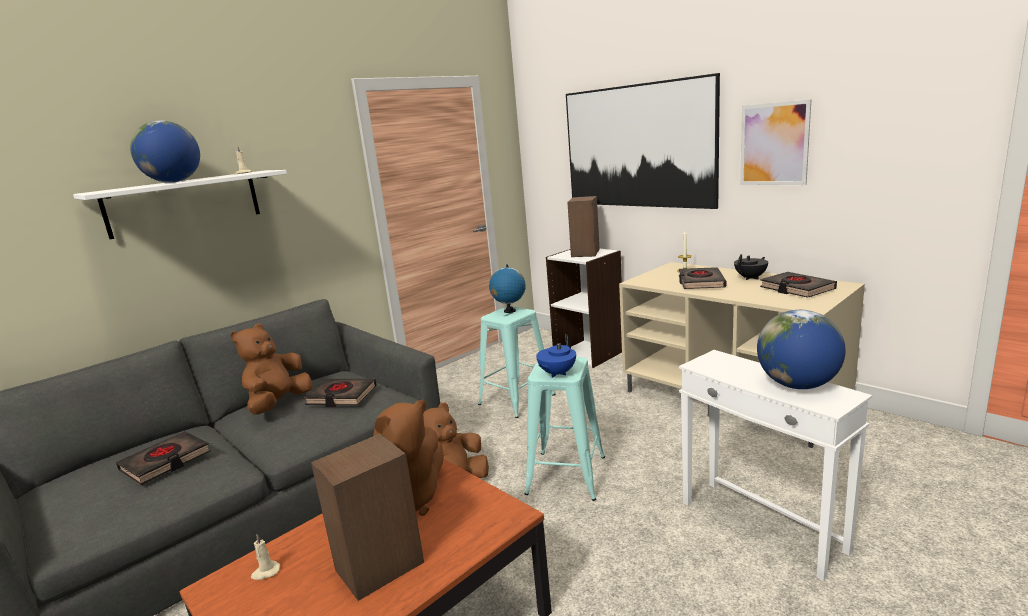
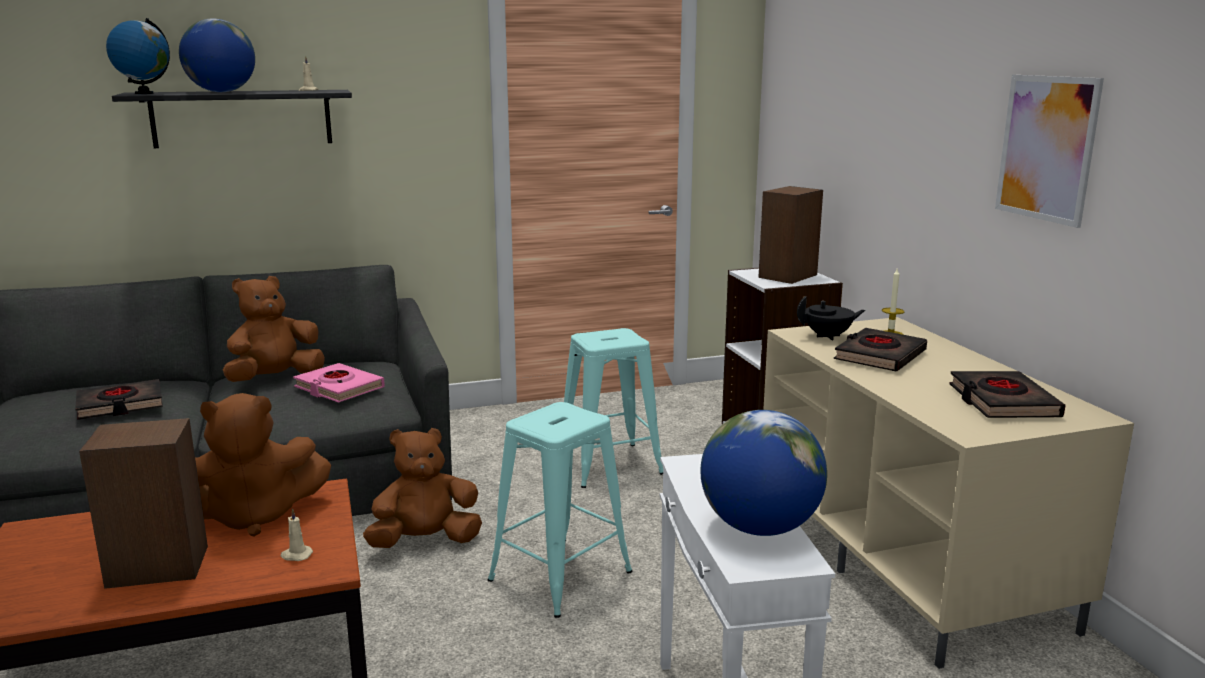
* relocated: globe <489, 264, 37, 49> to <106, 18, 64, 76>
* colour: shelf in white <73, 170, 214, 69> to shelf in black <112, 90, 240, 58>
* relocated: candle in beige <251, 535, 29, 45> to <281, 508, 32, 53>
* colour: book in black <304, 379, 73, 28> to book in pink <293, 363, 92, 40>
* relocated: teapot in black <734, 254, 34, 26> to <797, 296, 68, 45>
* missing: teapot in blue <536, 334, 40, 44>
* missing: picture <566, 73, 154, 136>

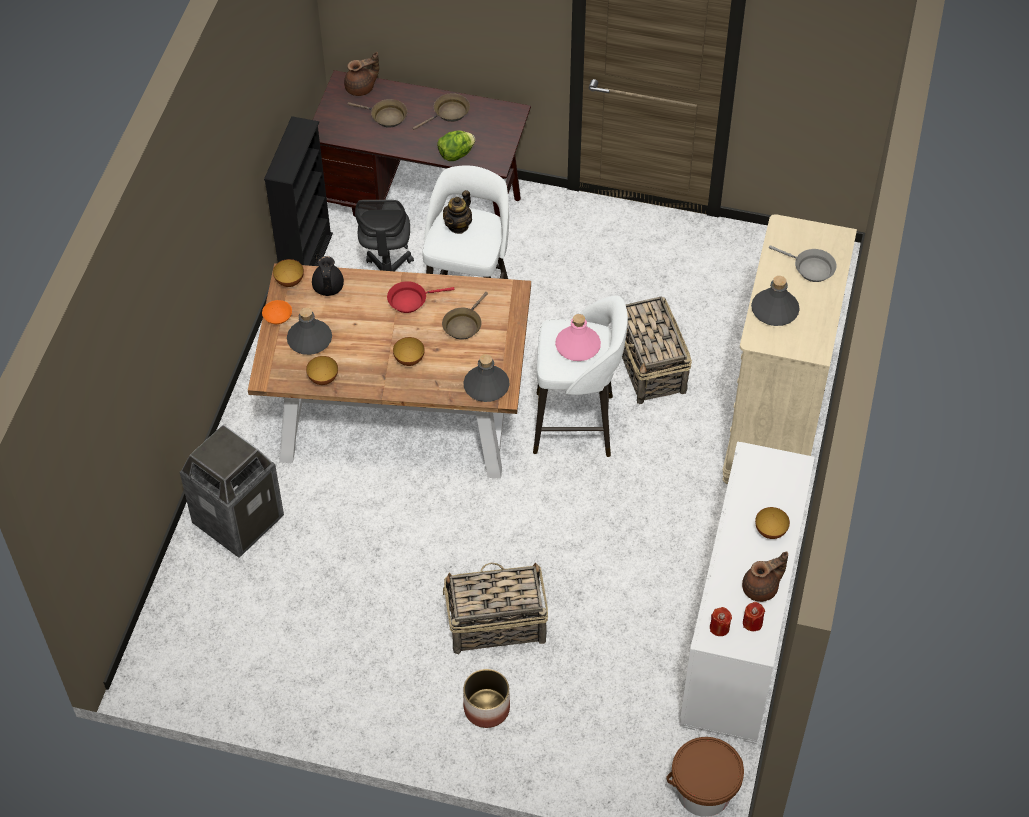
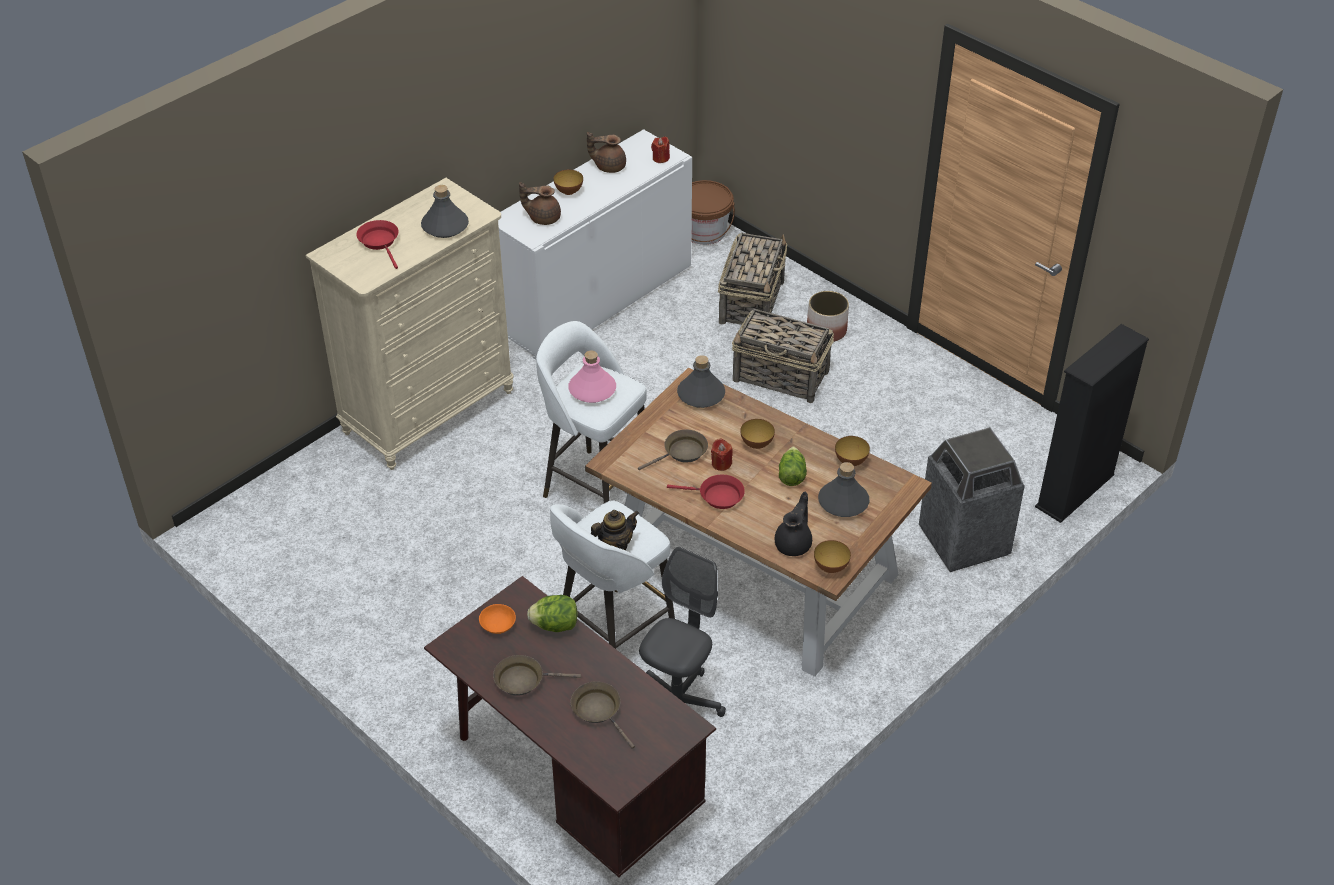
* colour: frying pan in grey <769, 245, 68, 37> to frying pan in red <356, 220, 42, 49>
* relocated: bowl in orange <262, 300, 30, 24> to <479, 604, 37, 30>
* relocated: teapot in brown <344, 52, 35, 44> to <519, 182, 42, 43>
* relocated: candle in red <743, 602, 22, 29> to <711, 439, 22, 32>
* relocated: basket <622, 296, 70, 108> to <718, 233, 69, 92>
* appeared: lettuce <779, 447, 28, 39>
* relocated: bookcase in black <264, 116, 69, 150> to <1035, 324, 114, 199>

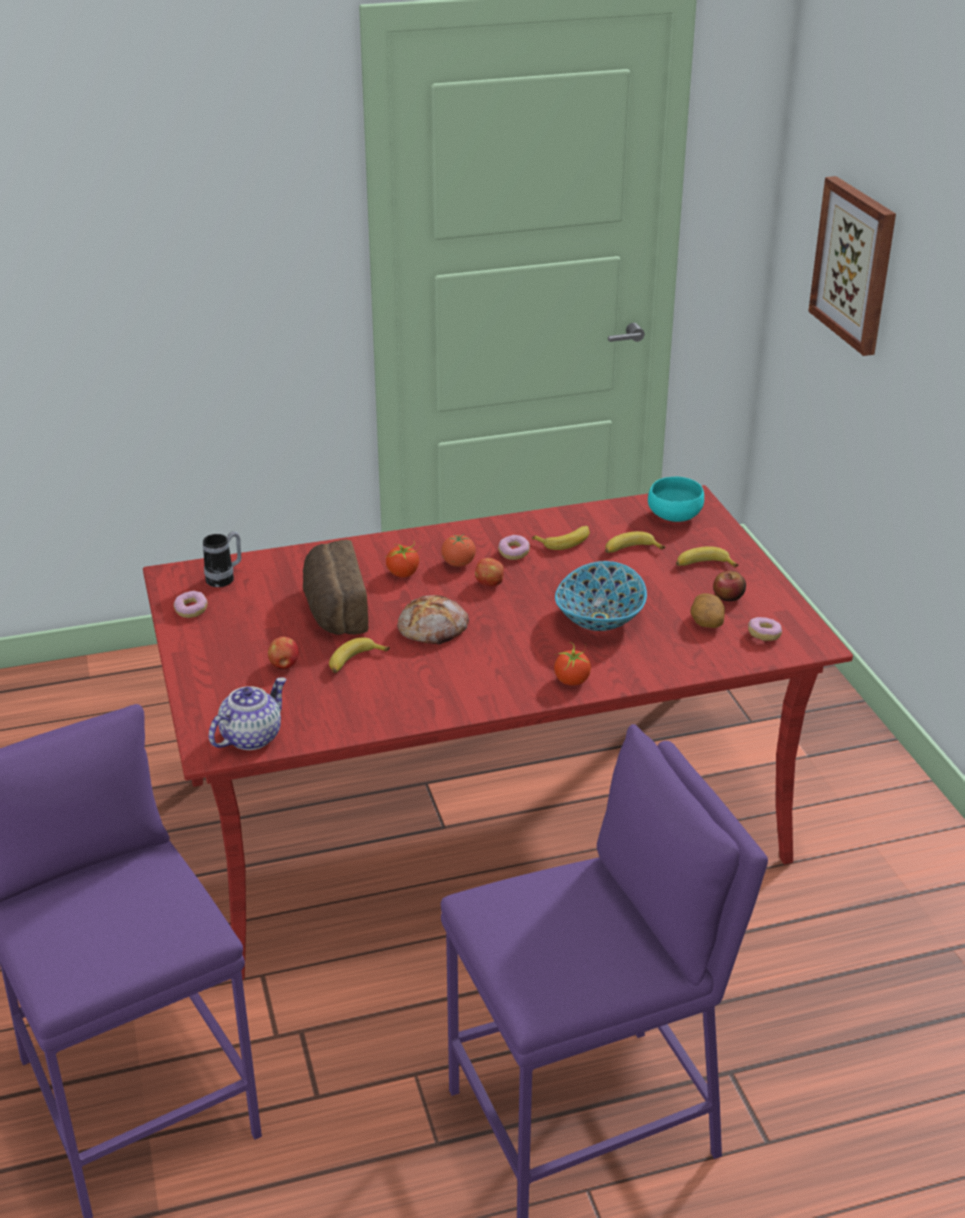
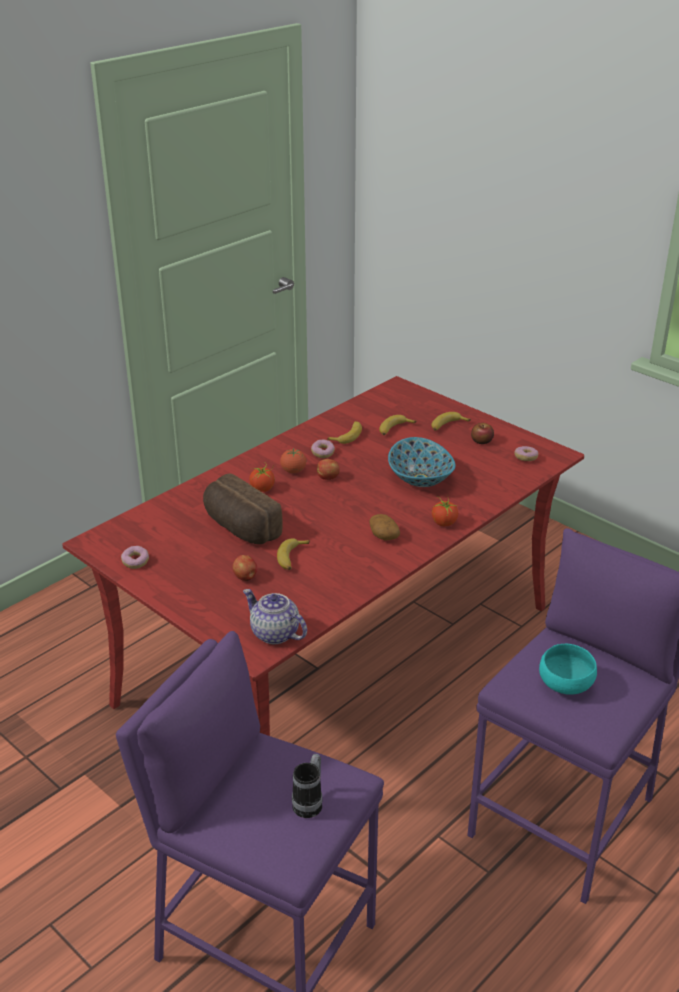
* spun: teapot <209, 677, 78, 73> = <243, 589, 64, 55> 60 degrees counterclockwise
* relocated: mug <203, 531, 38, 56> to <292, 754, 31, 64>
* relocated: potato <690, 593, 35, 35> to <370, 514, 30, 27>
* relocated: bowl in turquoise <648, 476, 56, 46> to <539, 644, 58, 51>
* missing: bread <397, 595, 72, 49>
* missing: picture <808, 176, 88, 180>

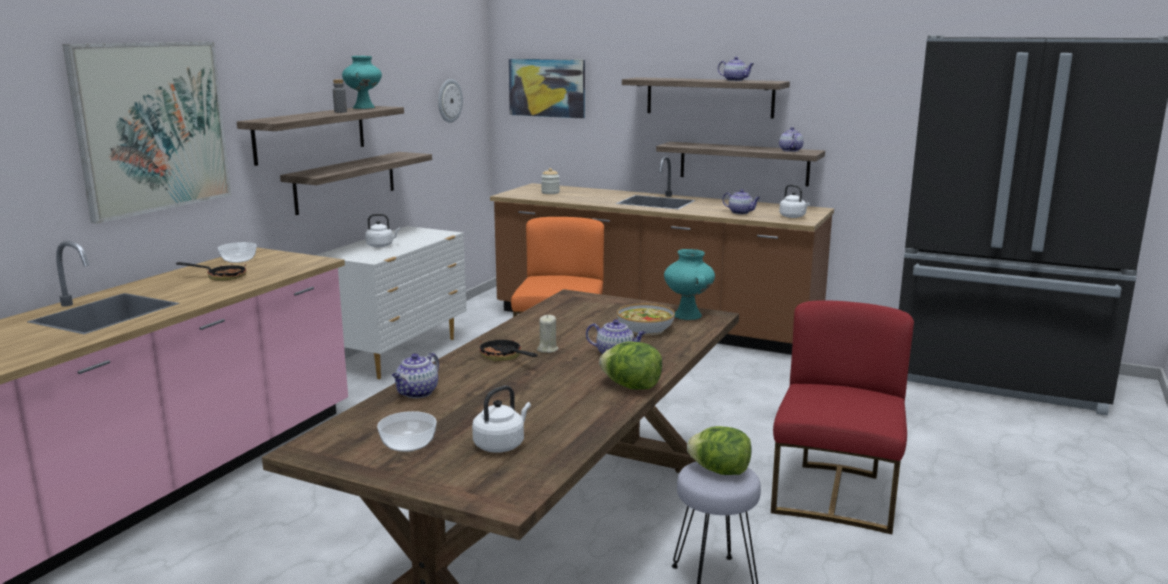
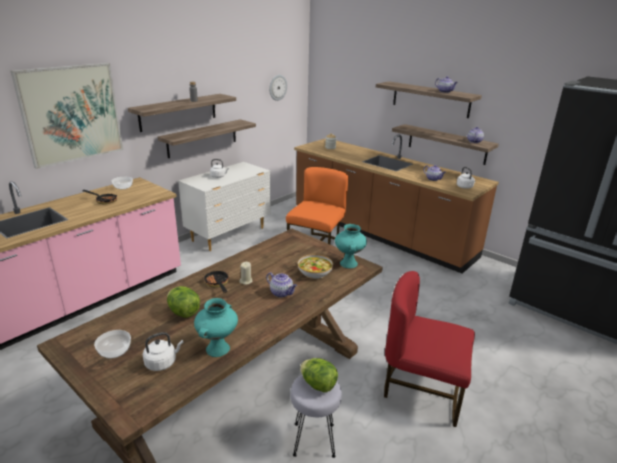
* relocated: lettuce <599, 342, 63, 48> to <167, 286, 33, 32>
* relocated: vase in turquoise <342, 56, 40, 53> to <194, 298, 44, 59>
* spun: chair in red <771, 300, 143, 234> = <384, 271, 91, 156> 105 degrees counterclockwise
* missing: teapot <392, 353, 47, 45>
* missing: picture <508, 59, 77, 59>

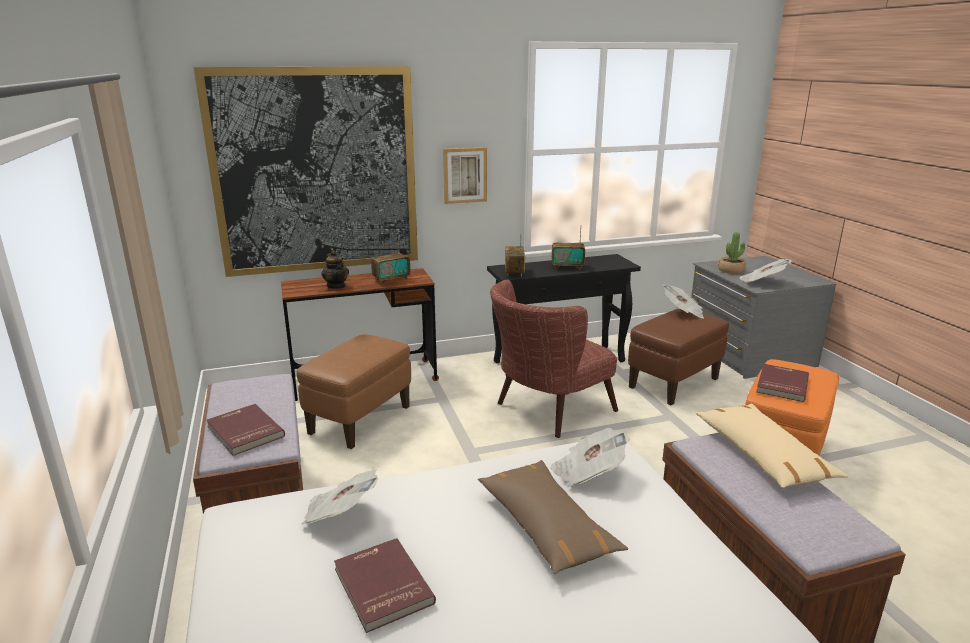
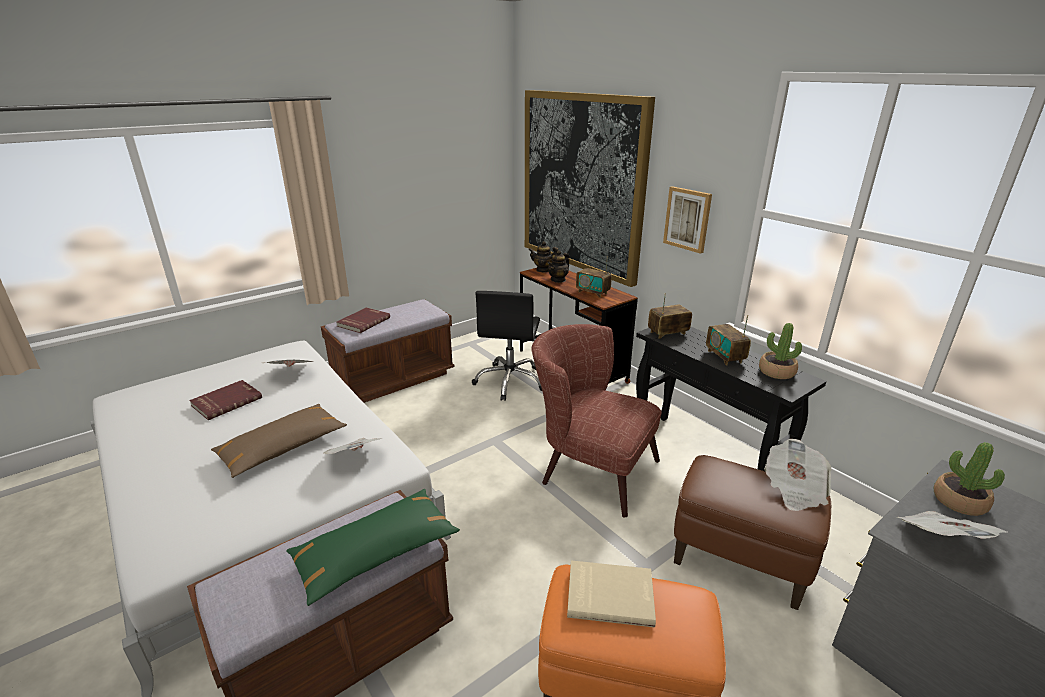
* colour: pillow in beige <696, 403, 152, 85> to pillow in green <286, 489, 174, 117>
* exchanged: ottoman in brown <297, 334, 114, 115> to office chair in black <472, 291, 70, 110>
* appeared: teapot <528, 241, 30, 31>
* colour: book in red <756, 364, 53, 38> to book in beige <567, 560, 89, 68>
* appeared: potted plant <759, 323, 43, 56>

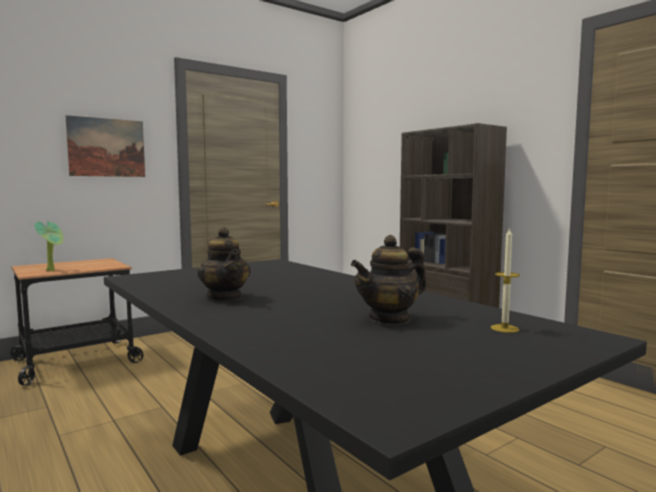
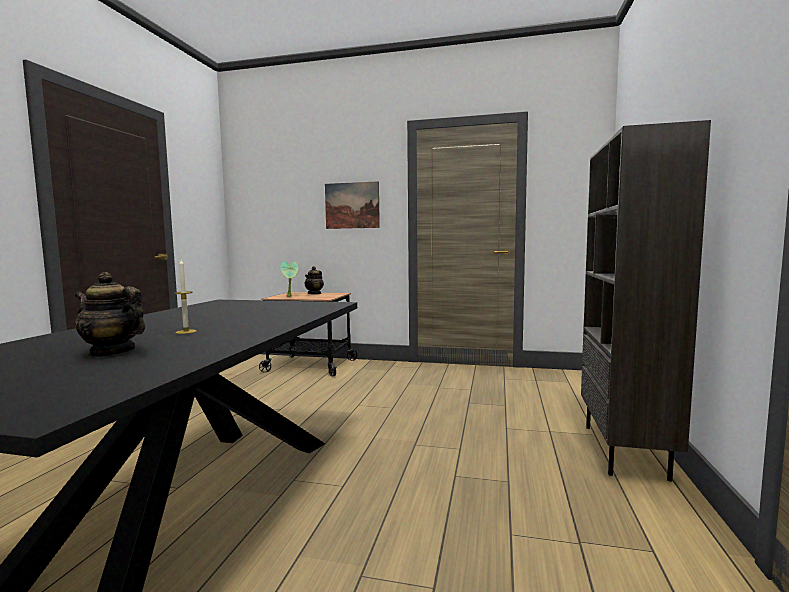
* relocated: candle <491, 227, 29, 106> to <174, 259, 23, 75>
* relocated: teapot <197, 227, 53, 73> to <304, 266, 20, 29>

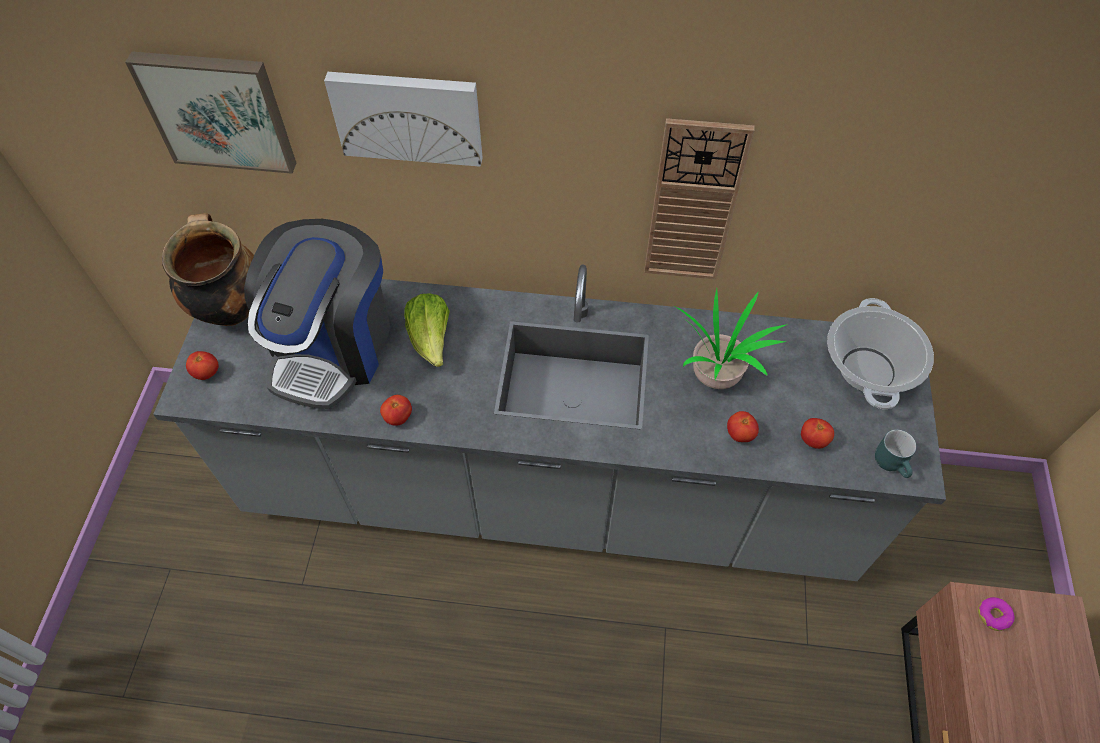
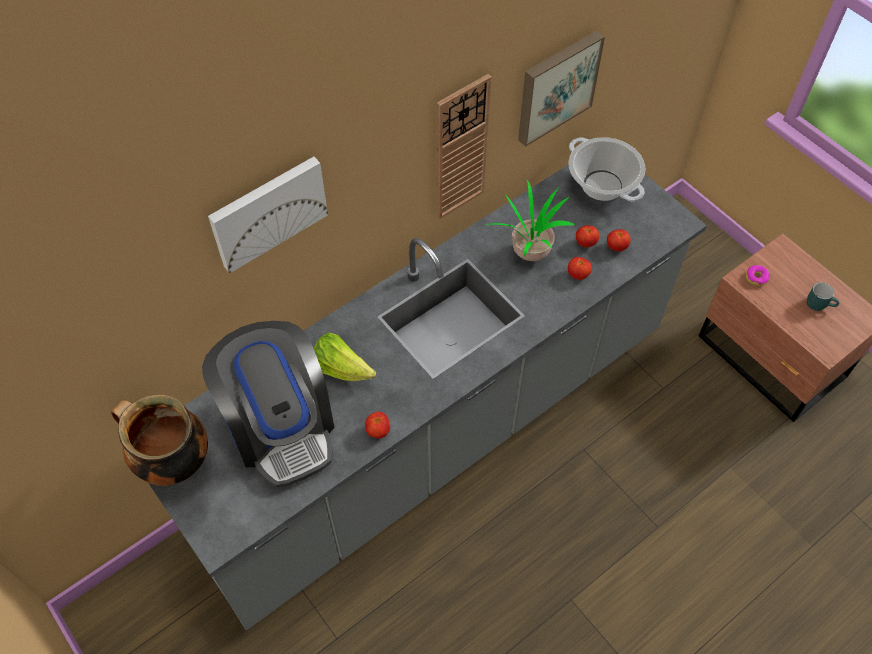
* relocated: picture <125, 51, 171, 123> to <518, 31, 87, 116>
* relocated: tomato <186, 351, 33, 29> to <576, 225, 23, 22>
* relocated: mug in turquoise <875, 429, 42, 49> to <807, 282, 33, 29>

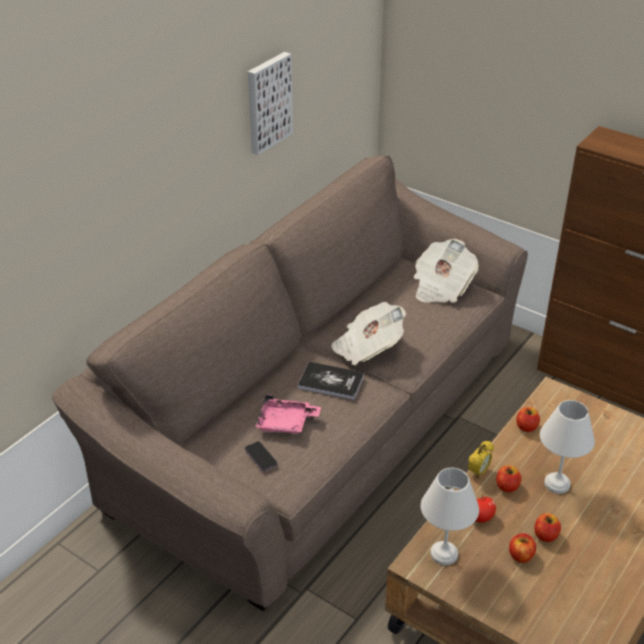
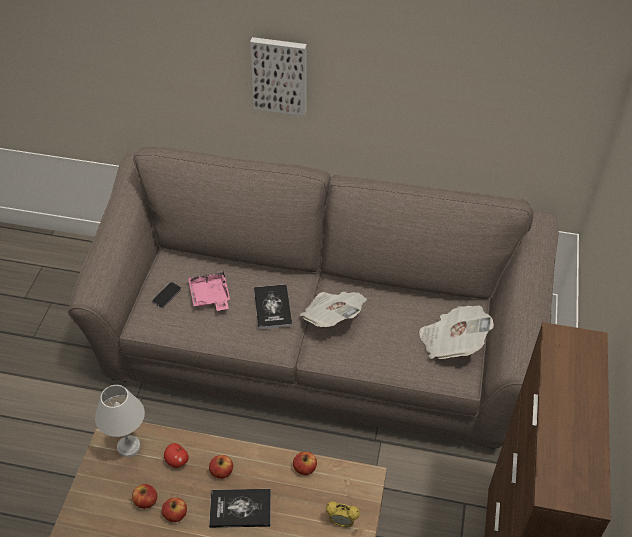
* exchanged: table lamp in white <540, 400, 55, 94> to book <209, 489, 62, 39>
* relocated: picture <248, 52, 45, 103> to <250, 37, 57, 79>
* relocated: alarm clock <468, 441, 26, 37> to <326, 501, 34, 26>

